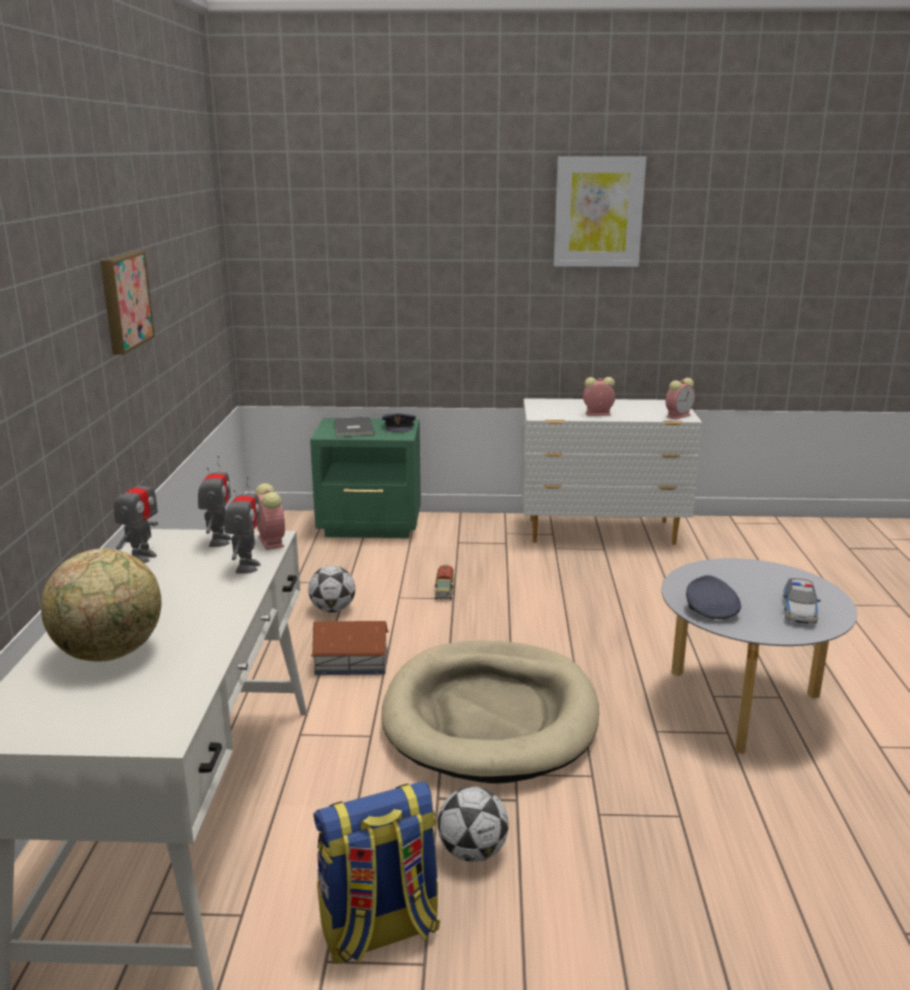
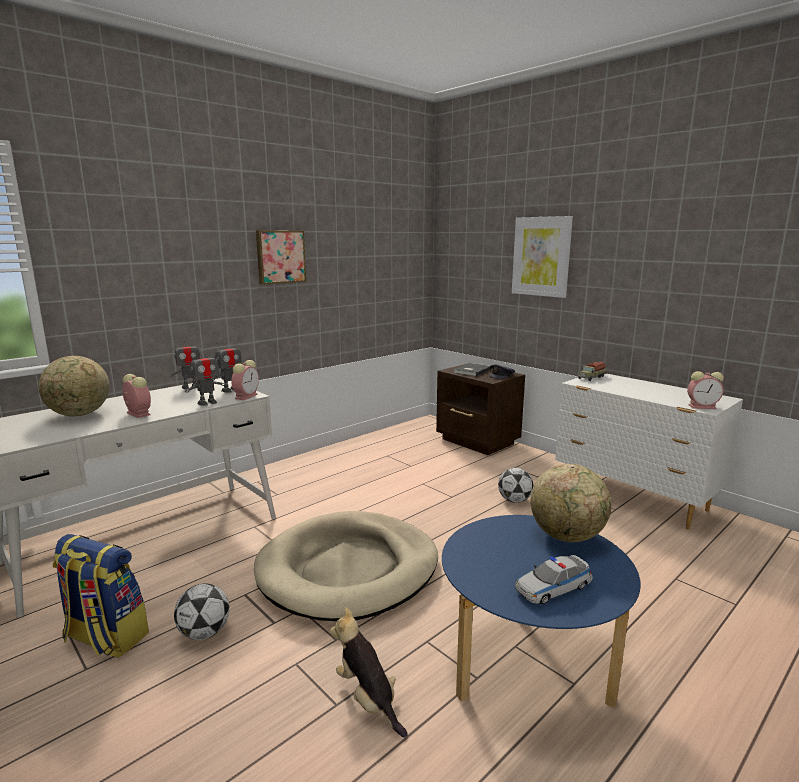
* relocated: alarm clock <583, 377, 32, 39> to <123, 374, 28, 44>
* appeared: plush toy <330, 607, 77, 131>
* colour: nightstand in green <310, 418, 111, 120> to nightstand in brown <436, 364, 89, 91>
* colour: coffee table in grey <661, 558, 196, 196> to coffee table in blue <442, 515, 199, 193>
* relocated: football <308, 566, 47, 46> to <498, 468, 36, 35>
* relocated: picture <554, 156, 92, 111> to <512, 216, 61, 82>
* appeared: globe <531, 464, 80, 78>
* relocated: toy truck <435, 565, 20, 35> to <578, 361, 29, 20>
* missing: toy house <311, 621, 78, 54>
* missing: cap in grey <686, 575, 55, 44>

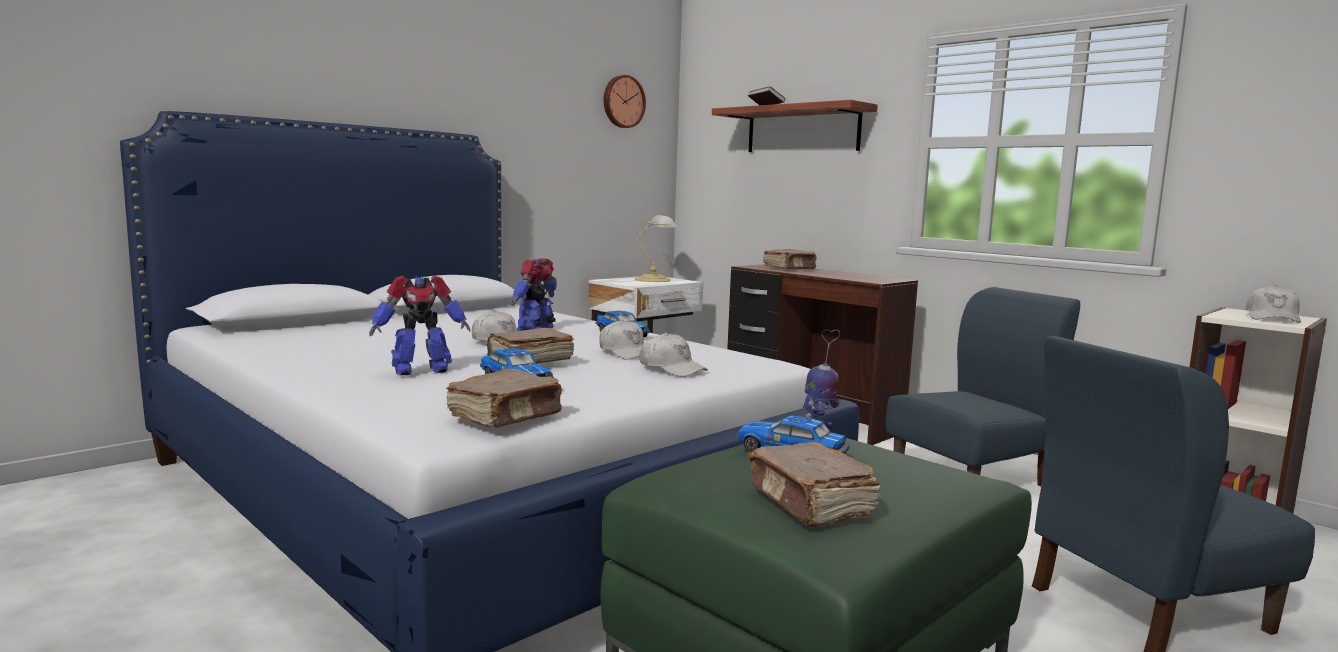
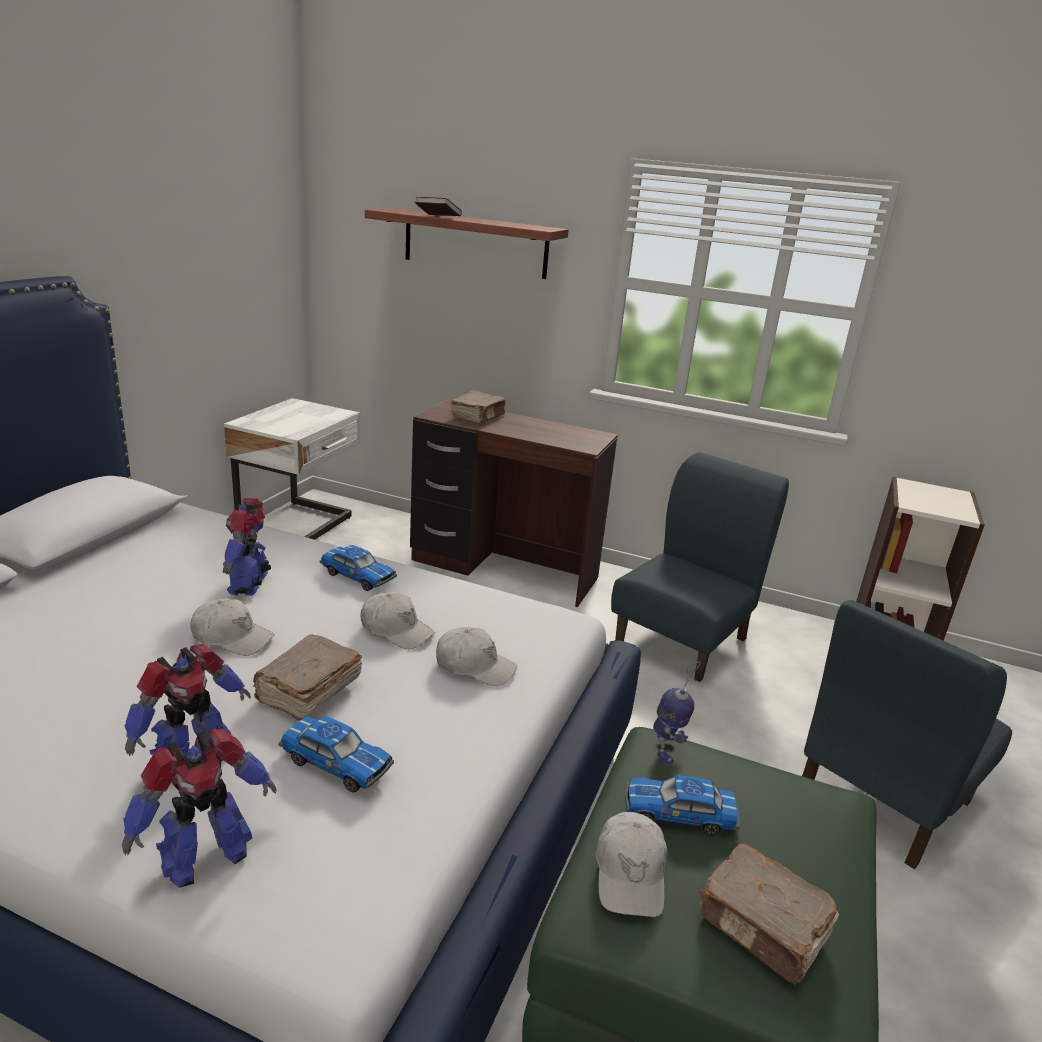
* appeared: toy robot <122, 728, 155, 160>
* relocated: cap in white <1245, 285, 56, 38> to <595, 812, 73, 105>
* missing: book in brown <446, 369, 116, 59>
* missing: wall clock <604, 75, 42, 53>
* missing: table lamp <635, 215, 42, 67>

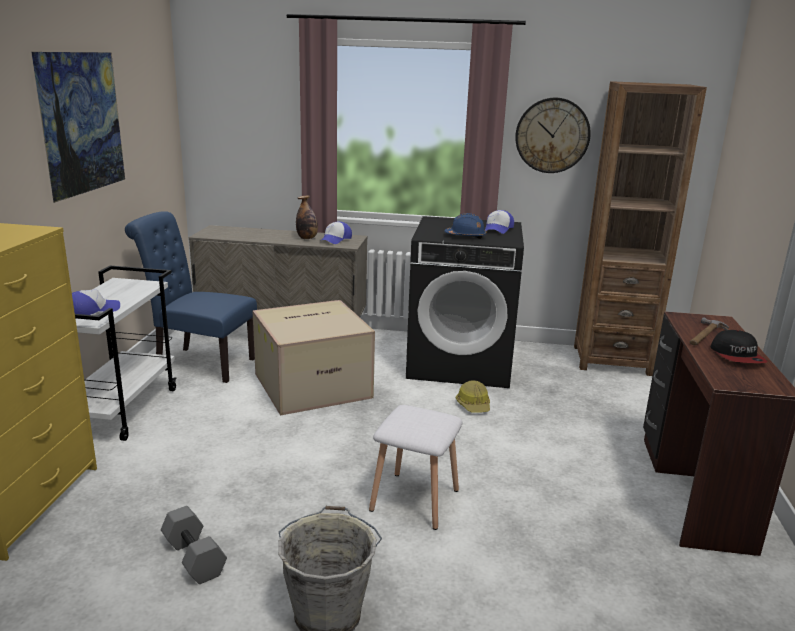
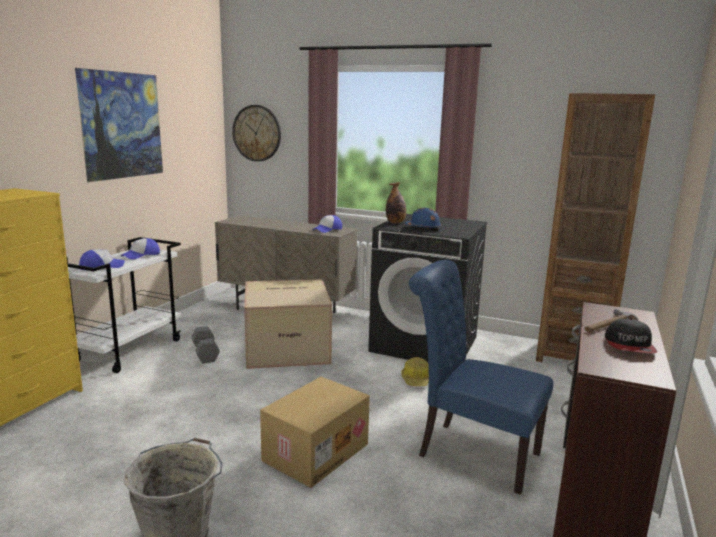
* relocated: cap <485, 210, 29, 24> to <121, 238, 39, 21>
* relocated: dumbbell in grey <161, 506, 66, 78> to <192, 326, 28, 37>
* relocated: wall clock <515, 98, 76, 75> to <232, 105, 49, 56>
* exchanged: stool in white <369, 405, 94, 125> to cardboard box <260, 377, 110, 111>
* relocated: bottle <296, 195, 22, 44> to <386, 182, 20, 41>
* relocated: chair in blue <125, 211, 132, 172> to <409, 260, 144, 235>

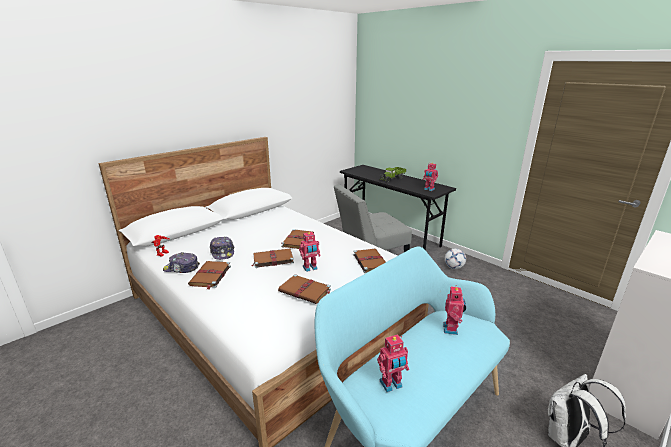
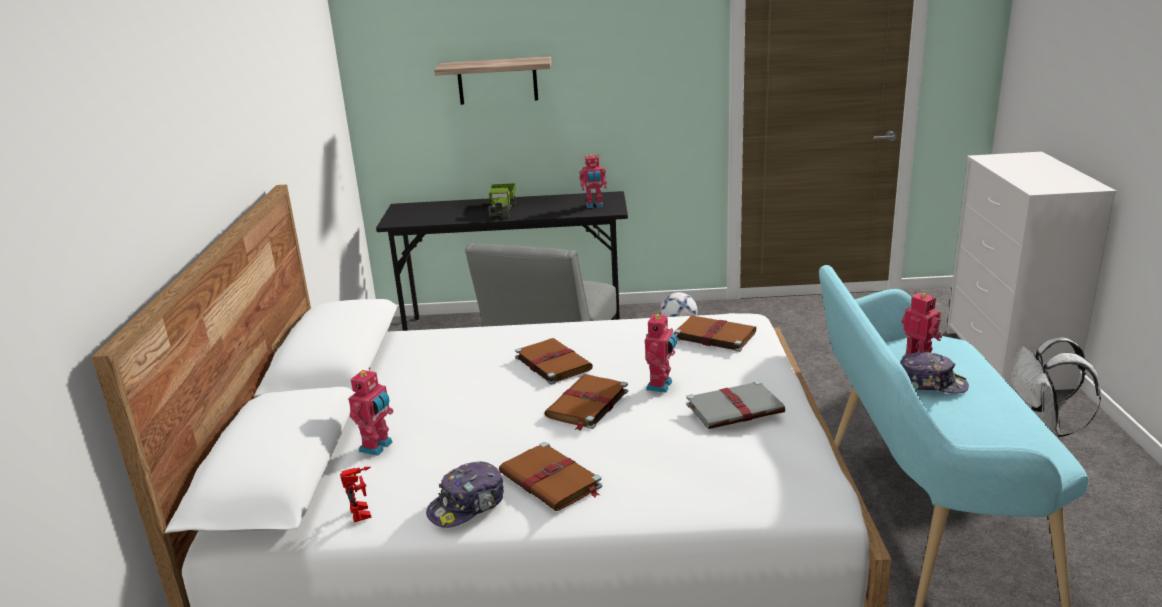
* relocated: toy robot <377, 335, 32, 57> to <349, 368, 45, 88>
* appeared: shelf <434, 56, 117, 49>
* colour: book in brown <278, 274, 53, 30> to book in grey <686, 380, 99, 49>
* relocated: cap <210, 237, 25, 23> to <900, 352, 69, 42>

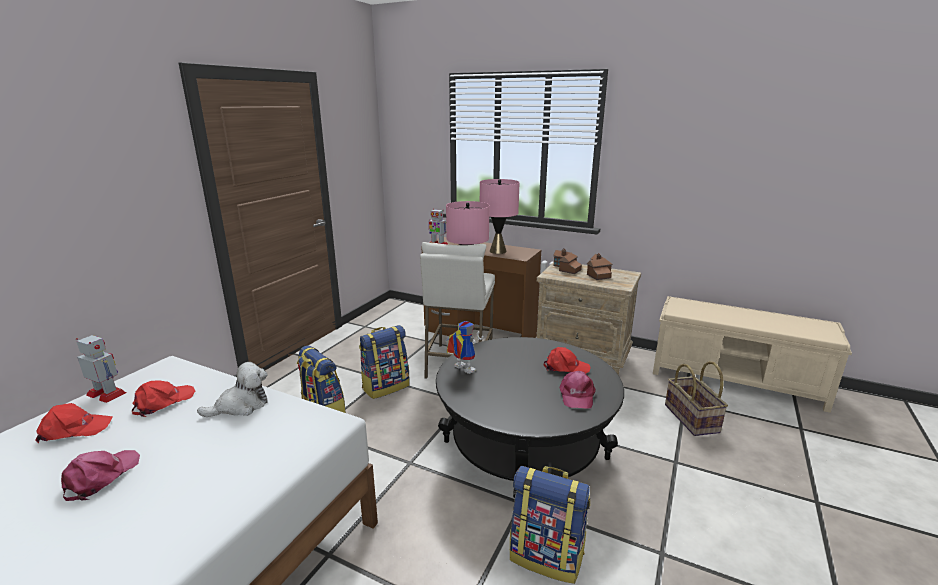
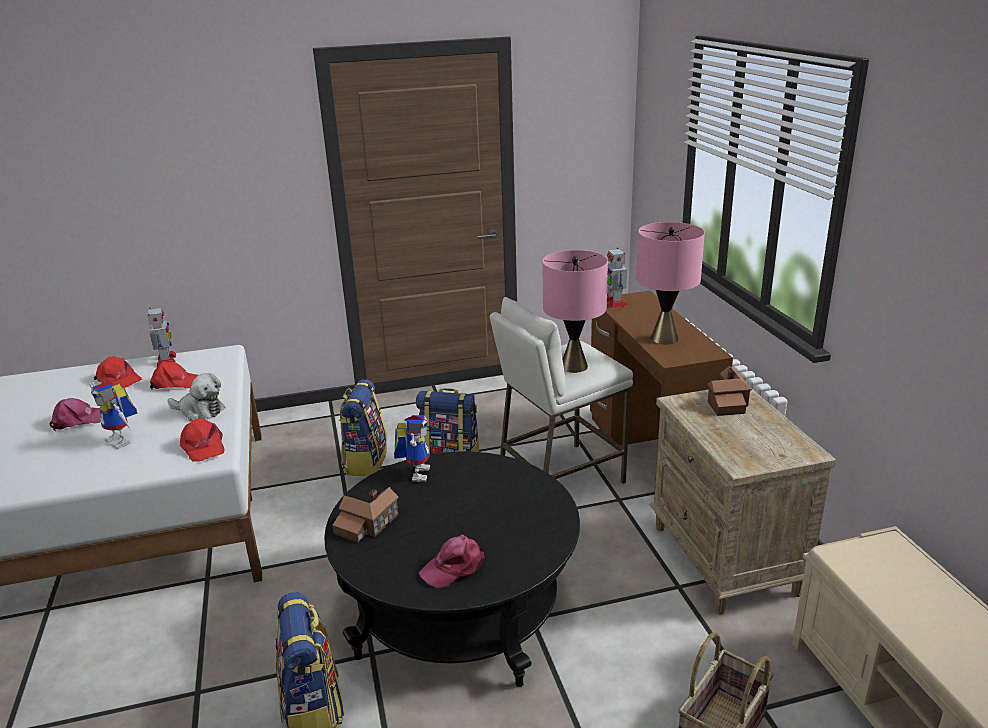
* appeared: toy robot <89, 382, 49, 67>
* relocated: cap in red <543, 347, 48, 27> to <180, 418, 44, 44>
* relocated: toy house <587, 253, 26, 27> to <332, 487, 67, 56>

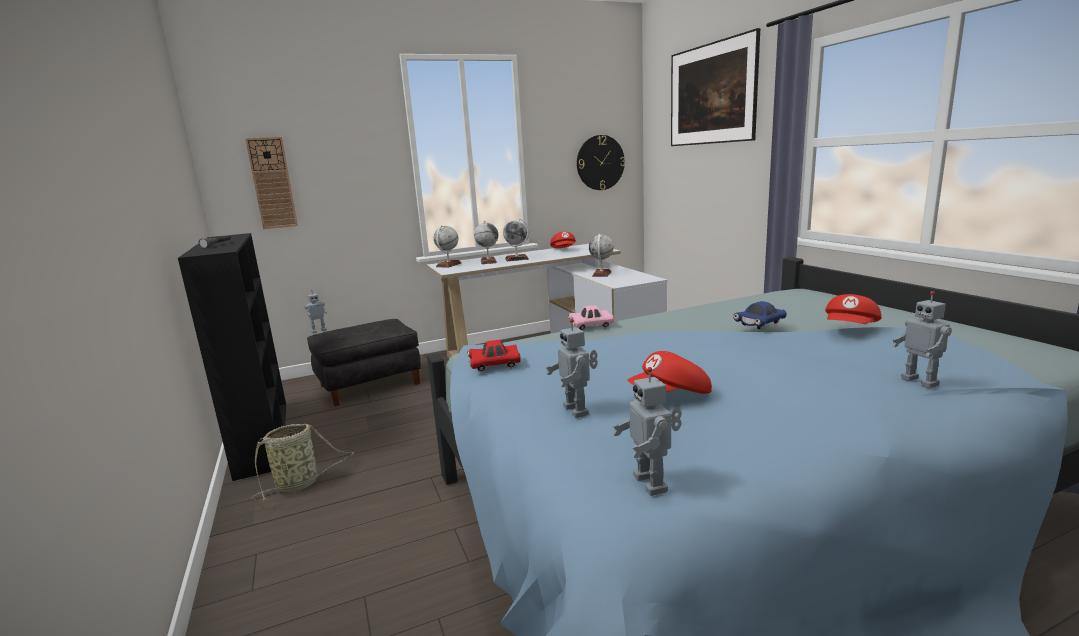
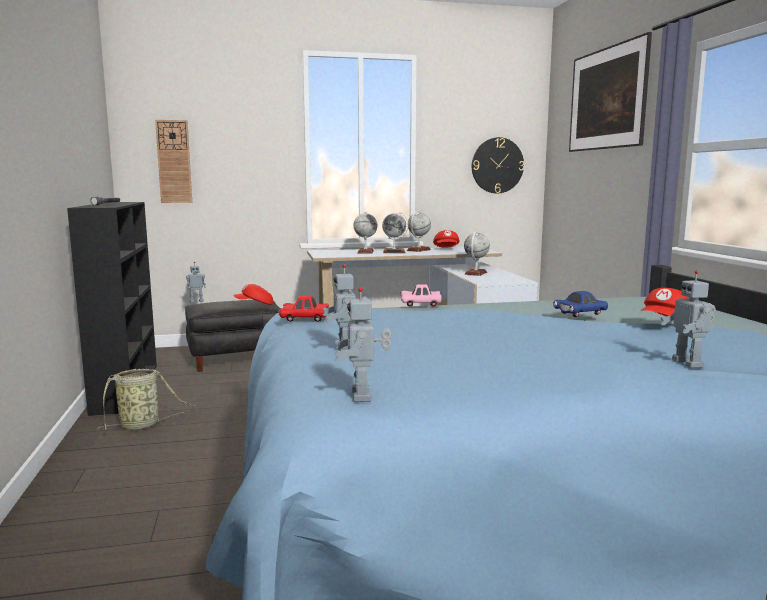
* relocated: cap in red <627, 351, 85, 43> to <233, 284, 40, 21>
* relocated: globe <434, 225, 27, 43> to <407, 211, 24, 41>

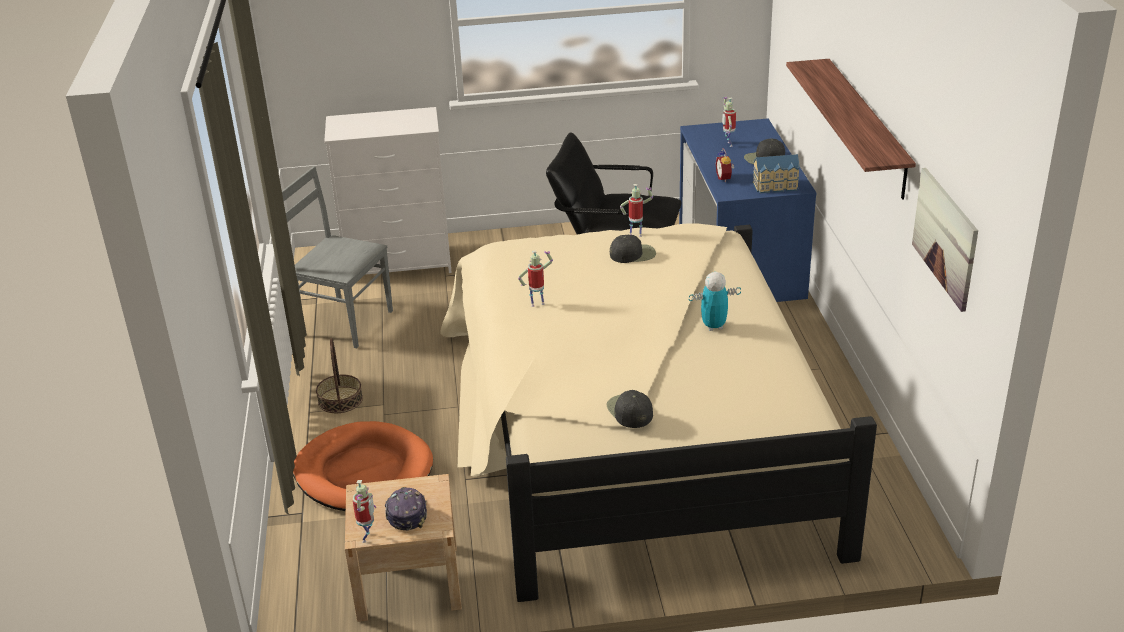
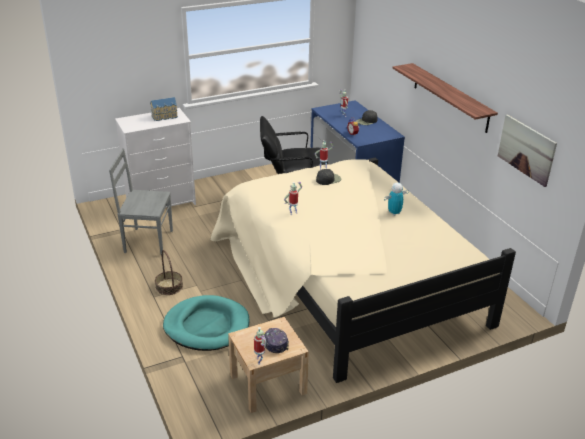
* relocated: toy house <752, 154, 48, 39> to <150, 97, 28, 24>
* colour: dog bed in orange <293, 421, 140, 90> to dog bed in turquoise <163, 295, 86, 56>
* missing: cap in black <607, 390, 46, 38>

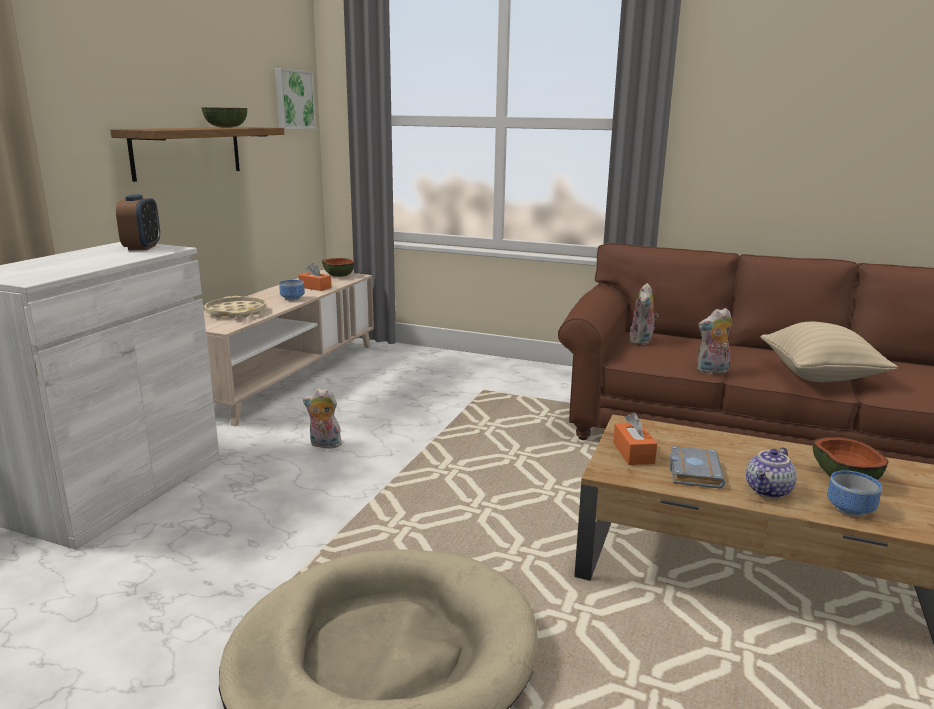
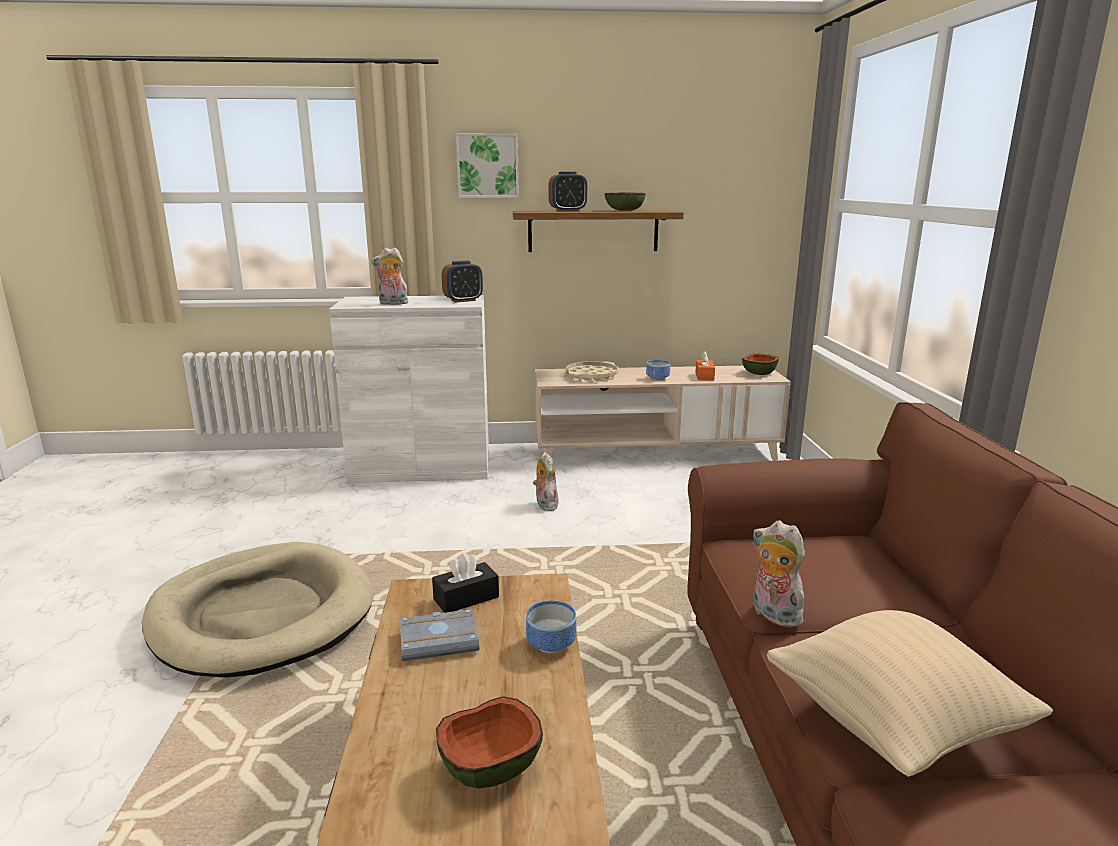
* relocated: plush toy <629, 283, 30, 62> to <371, 247, 37, 58>
* colour: tissue box in orange <613, 413, 44, 52> to tissue box in black <432, 552, 67, 61>
* relocated: picture <275, 68, 41, 61> to <456, 133, 63, 65>
* relocated: bowl <827, 470, 55, 46> to <526, 600, 51, 53>
* appeared: alarm clock <548, 172, 39, 40>
* missing: teapot <746, 447, 51, 51>

